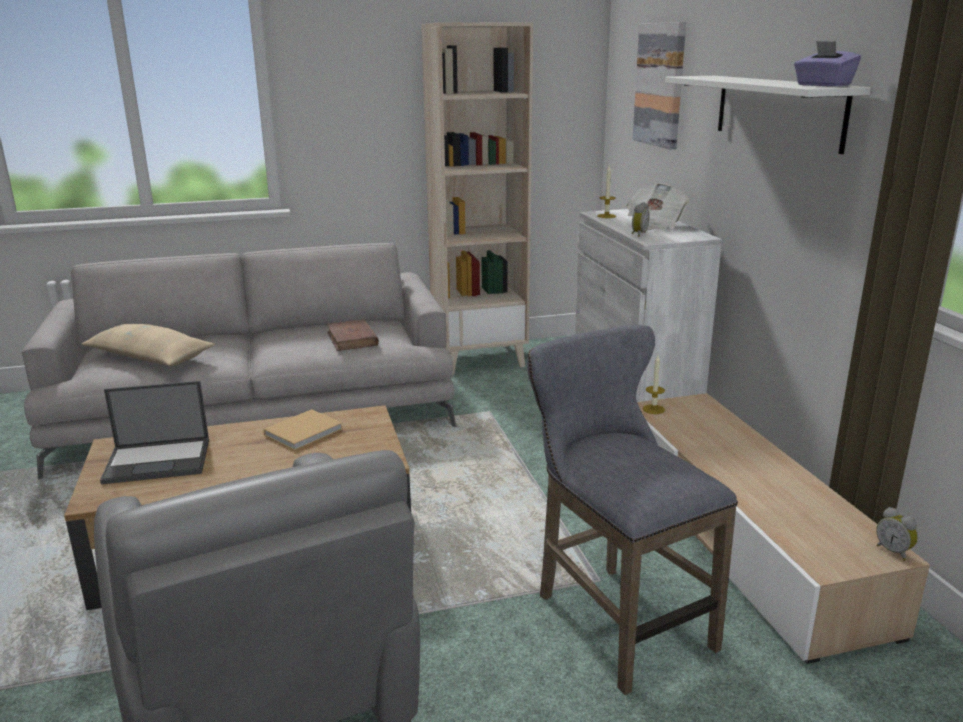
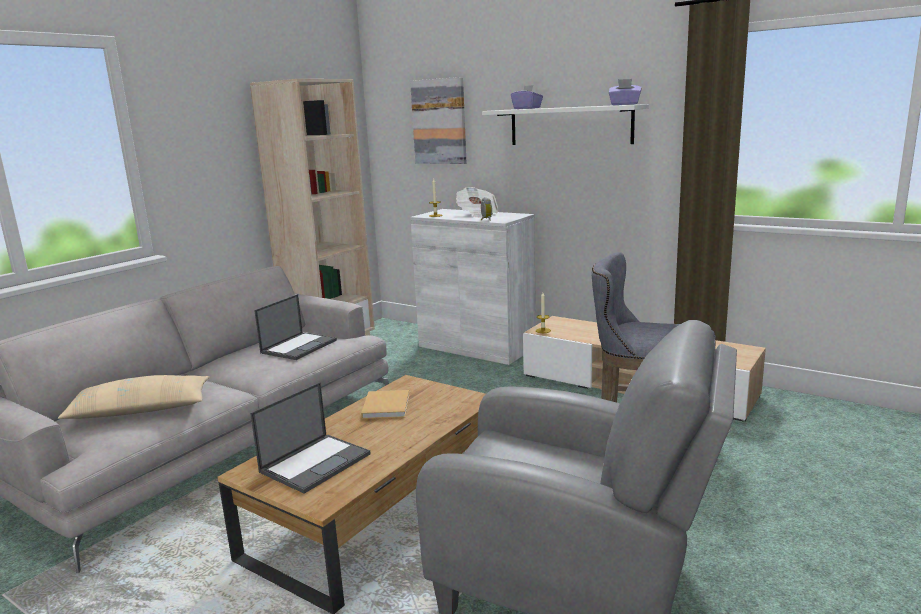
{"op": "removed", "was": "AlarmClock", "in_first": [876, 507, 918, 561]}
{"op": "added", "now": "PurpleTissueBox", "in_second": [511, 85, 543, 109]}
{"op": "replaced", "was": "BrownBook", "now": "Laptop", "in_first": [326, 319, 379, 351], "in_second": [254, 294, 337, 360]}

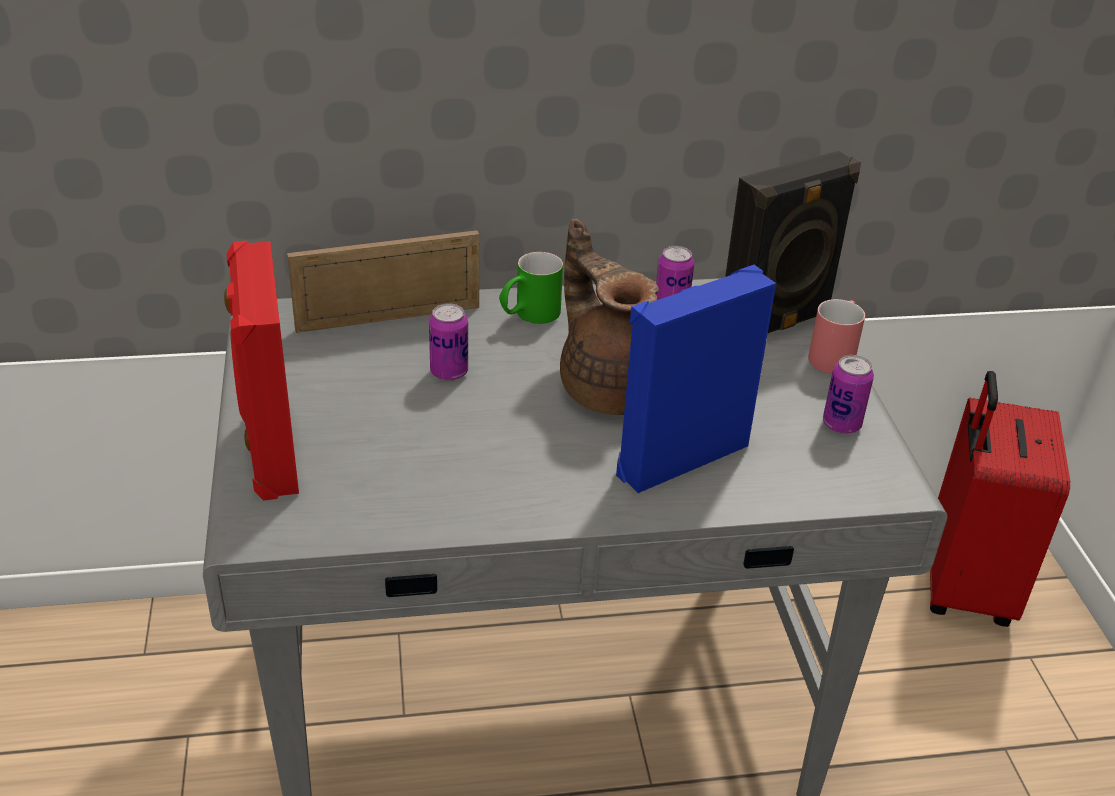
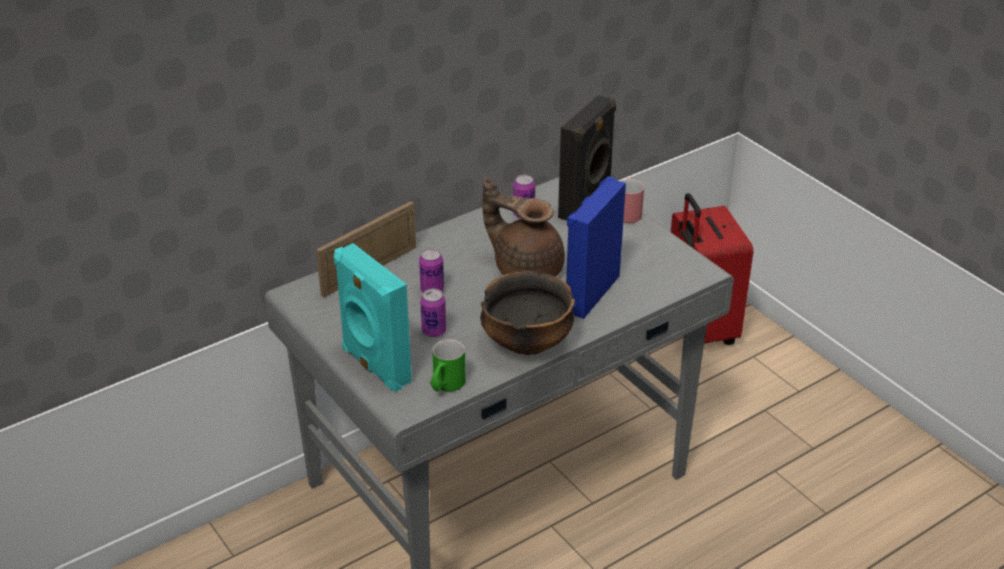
{"op": "added", "now": "Bowl", "in_second": [480, 271, 575, 355]}
{"op": "moved", "was": "GreenMug", "in_first": [499, 252, 563, 324], "in_second": [430, 339, 466, 392]}
{"op": "moved", "was": "Can", "in_first": [823, 355, 874, 434], "in_second": [420, 289, 446, 337]}
{"op": "recoloured", "was": "RedSpeaker", "now": "TurquoiseSpeaker", "in_first": [224, 241, 299, 501], "in_second": [334, 243, 412, 392]}

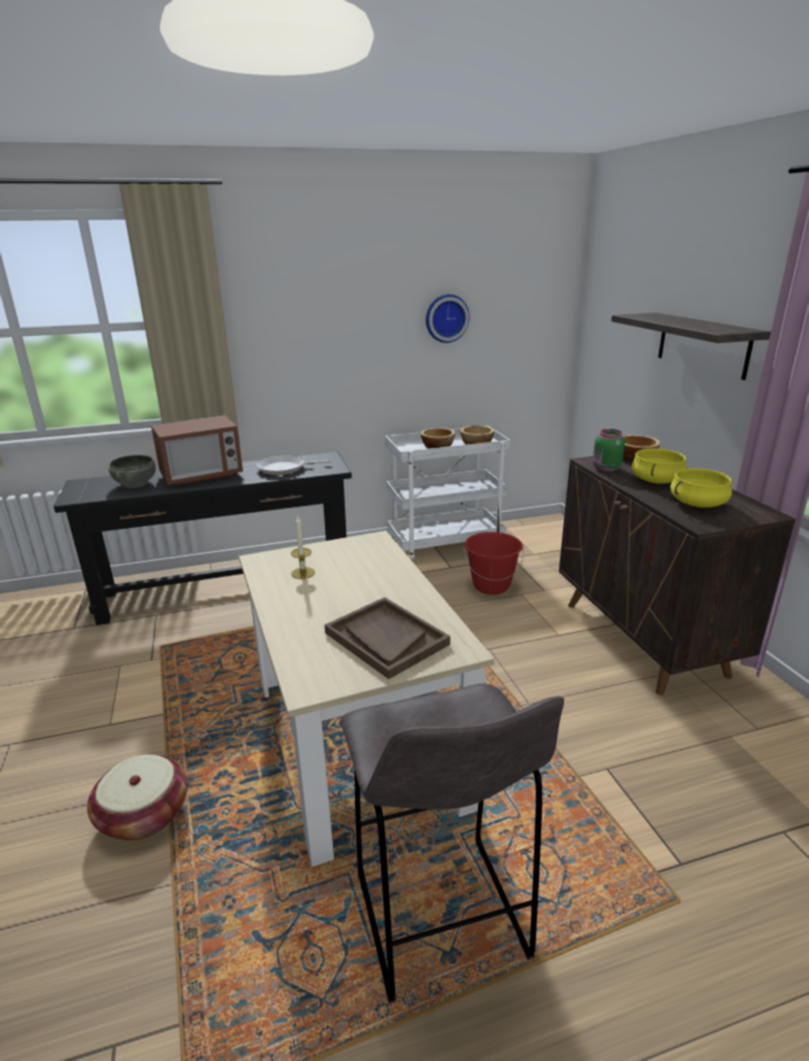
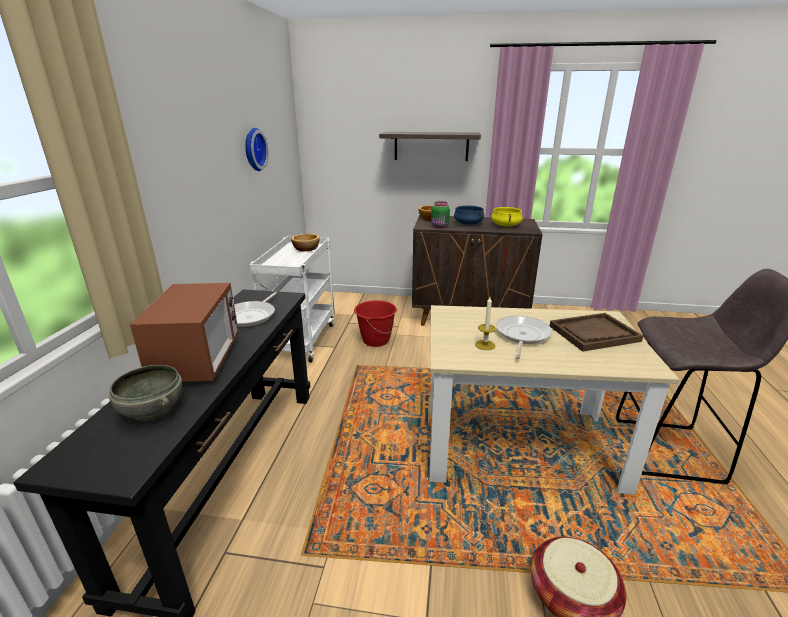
{"op": "removed", "was": "Bowl", "in_first": [421, 428, 455, 449]}
{"op": "added", "now": "FryingPan", "in_second": [496, 316, 552, 359]}
{"op": "recoloured", "was": "YellowCookingPot", "now": "BlueCookingPot", "in_first": [632, 448, 687, 484], "in_second": [454, 206, 484, 225]}

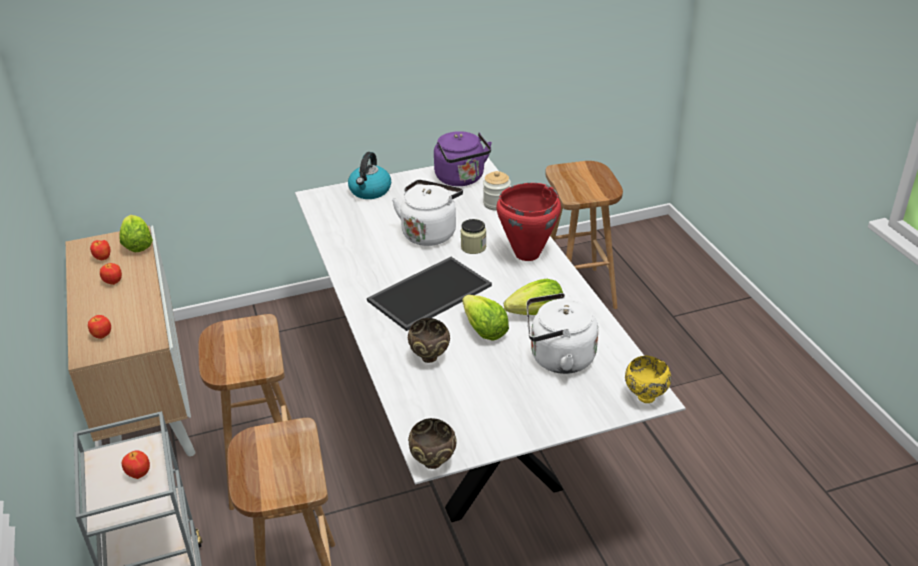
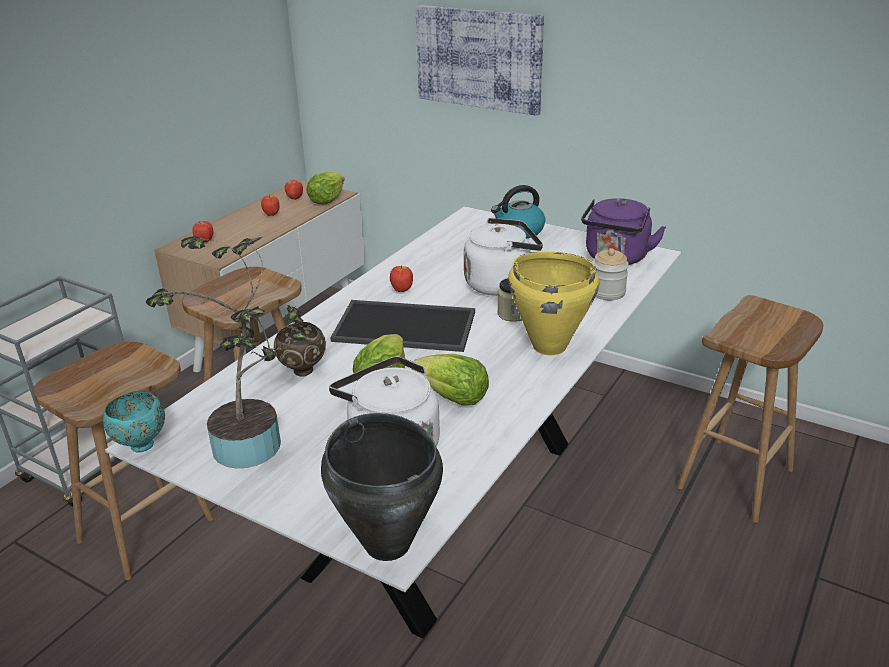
{"op": "added", "now": "PottedPlant", "in_second": [146, 236, 307, 468]}
{"op": "added", "now": "Picture", "in_second": [415, 5, 544, 116]}
{"op": "moved", "was": "Apple", "in_first": [122, 450, 150, 479], "in_second": [390, 265, 413, 292]}
{"op": "replaced", "was": "YellowBowl", "now": "BlackCookingPot", "in_first": [625, 356, 671, 403], "in_second": [321, 413, 443, 561]}
{"op": "recoloured", "was": "BrownBowl", "now": "TurquoiseBowl", "in_first": [408, 418, 456, 469], "in_second": [103, 391, 165, 452]}
{"op": "recoloured", "was": "RedCookingPot", "now": "YellowCookingPot", "in_first": [496, 183, 561, 261], "in_second": [508, 252, 599, 355]}

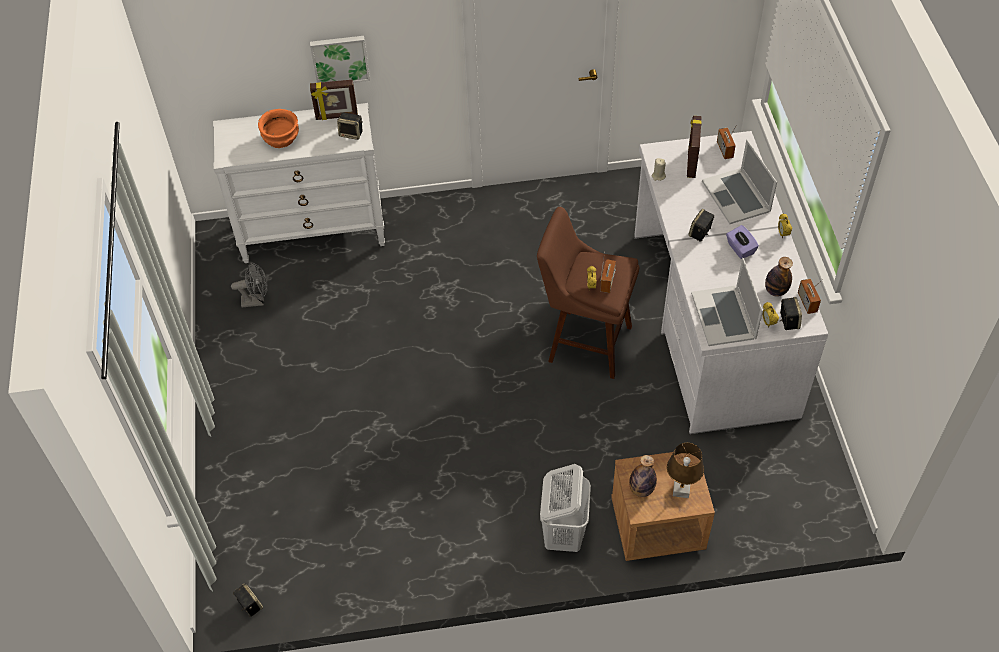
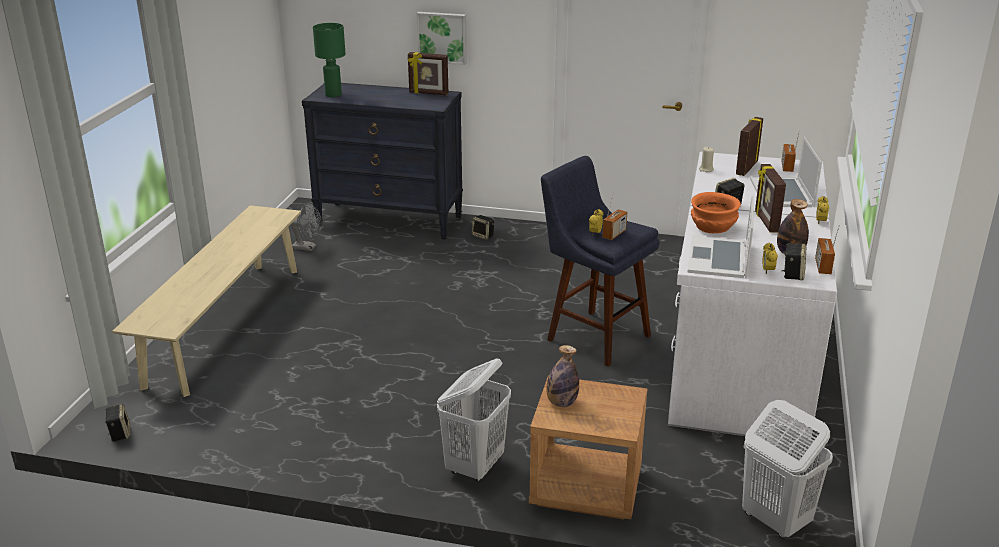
{"op": "removed", "was": "BrownTableLamp", "in_first": [667, 443, 704, 498]}
{"op": "added", "now": "BeigeBench", "in_second": [112, 205, 301, 397]}
{"op": "added", "now": "GreenTableLamp", "in_second": [313, 23, 345, 97]}
{"op": "added", "now": "WhiteLaundryBasket", "in_second": [742, 400, 833, 539]}
{"op": "moved", "was": "OrangeBowl", "in_first": [258, 109, 299, 148], "in_second": [691, 192, 741, 233]}
{"op": "moved", "was": "Speaker", "in_first": [337, 113, 363, 140], "in_second": [472, 215, 494, 240]}
{"op": "replaced", "was": "PurpleTissueBox", "now": "PictureFrame", "in_first": [726, 225, 759, 259], "in_second": [755, 164, 786, 233]}
{"op": "recoloured", "was": "WhiteDresser", "now": "BlackDresser", "in_first": [213, 103, 385, 263], "in_second": [302, 83, 463, 240]}
{"op": "recoloured", "was": "BrownStool", "now": "BlueStool", "in_first": [537, 207, 639, 379], "in_second": [541, 156, 659, 367]}

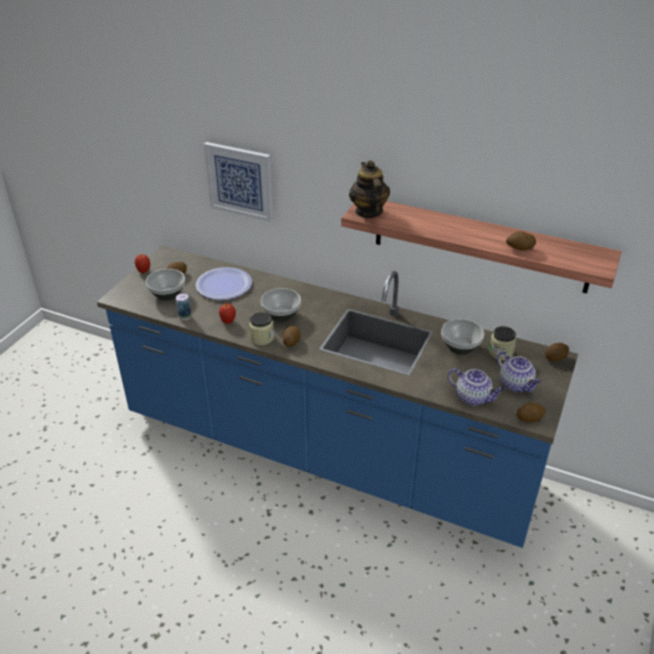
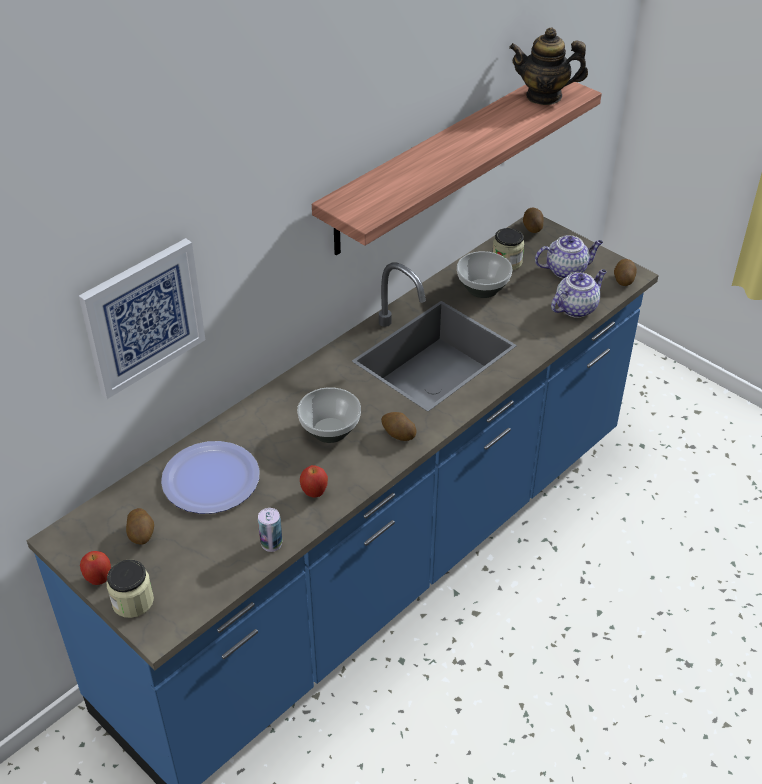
{"op": "removed", "was": "Bowl", "in_first": [146, 269, 185, 301]}
{"op": "removed", "was": "Potato", "in_first": [506, 231, 536, 250]}
{"op": "moved", "was": "Jar", "in_first": [249, 312, 274, 345], "in_second": [107, 560, 154, 618]}
{"op": "moved", "was": "Teapot", "in_first": [349, 160, 390, 218], "in_second": [509, 28, 588, 105]}

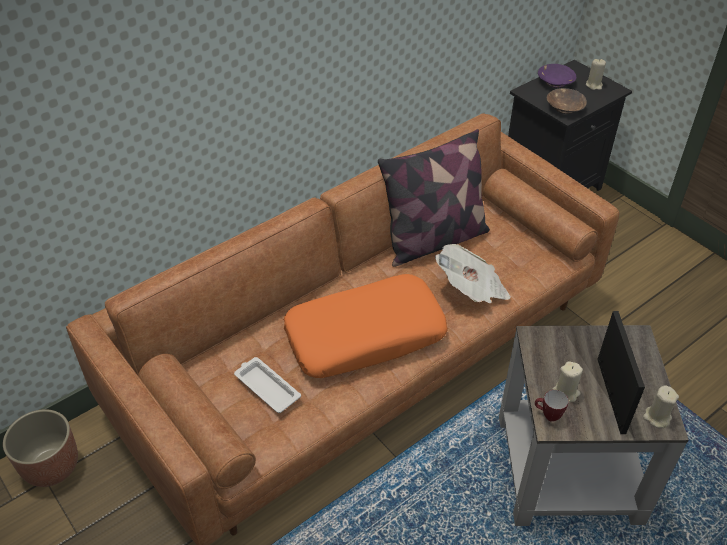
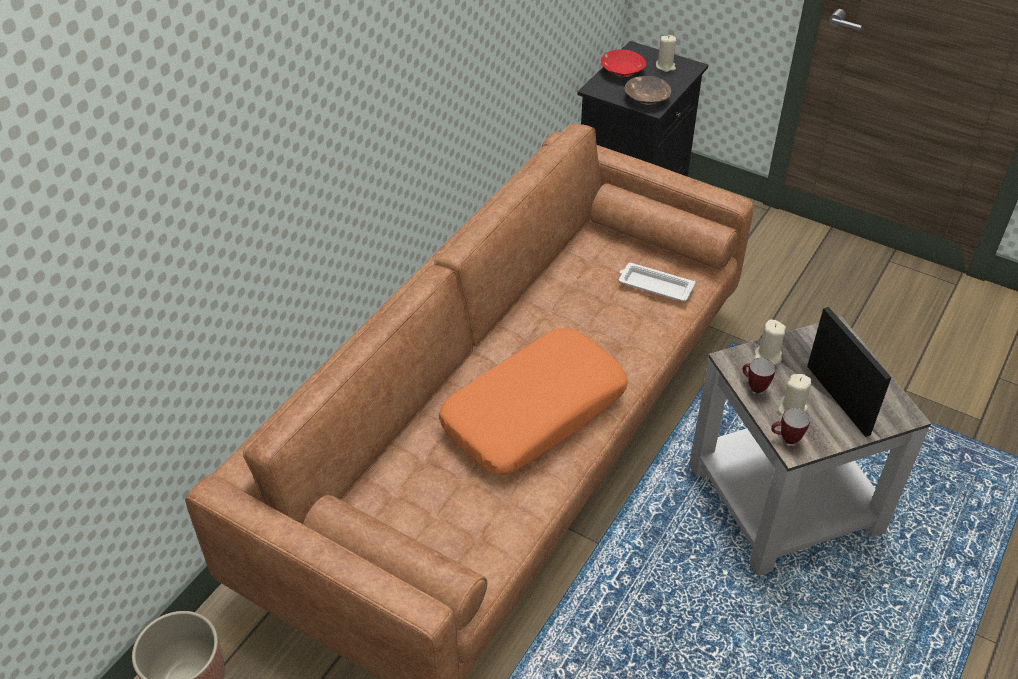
{"op": "removed", "was": "Pillow", "in_first": [378, 129, 490, 267]}
{"op": "removed", "was": "Newspaper", "in_first": [435, 244, 511, 303]}
{"op": "added", "now": "Mug", "in_second": [743, 358, 776, 393]}
{"op": "moved", "was": "WhiteTray", "in_first": [234, 357, 301, 413], "in_second": [619, 263, 695, 301]}
{"op": "moved", "was": "BeigeCandle", "in_first": [643, 385, 679, 428], "in_second": [754, 320, 786, 365]}
{"op": "recoloured", "was": "PurpleBowl", "now": "RedBowl", "in_first": [538, 64, 576, 88], "in_second": [601, 49, 646, 78]}

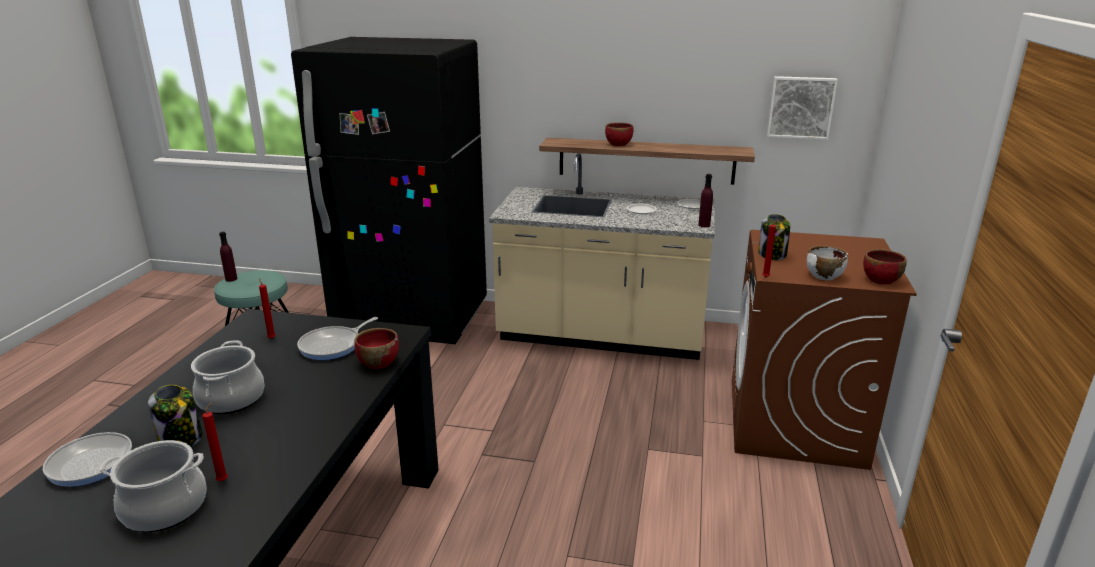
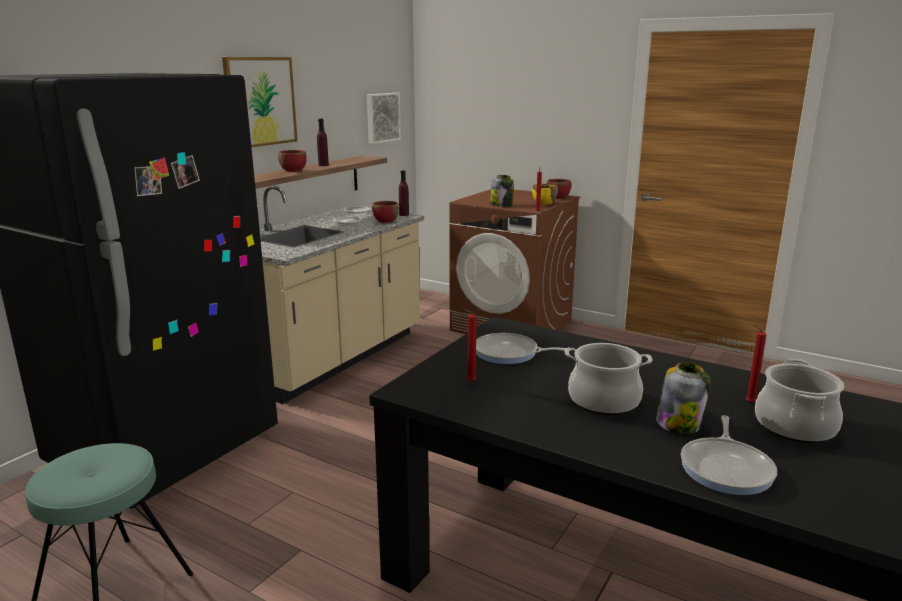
{"op": "added", "now": "Picture", "in_second": [222, 57, 298, 147]}
{"op": "moved", "was": "PurpleBottle", "in_first": [219, 232, 237, 282], "in_second": [317, 119, 329, 166]}
{"op": "moved", "was": "RedBowl", "in_first": [355, 328, 399, 369], "in_second": [372, 201, 399, 223]}
{"op": "recoloured", "was": "WhiteBowl", "now": "YellowBowl", "in_first": [807, 245, 848, 280], "in_second": [532, 184, 558, 204]}
{"op": "turned", "was": "FryingPan", "in_first": [297, 317, 378, 360], "in_second": [476, 333, 567, 365], "clockwise": 135}

